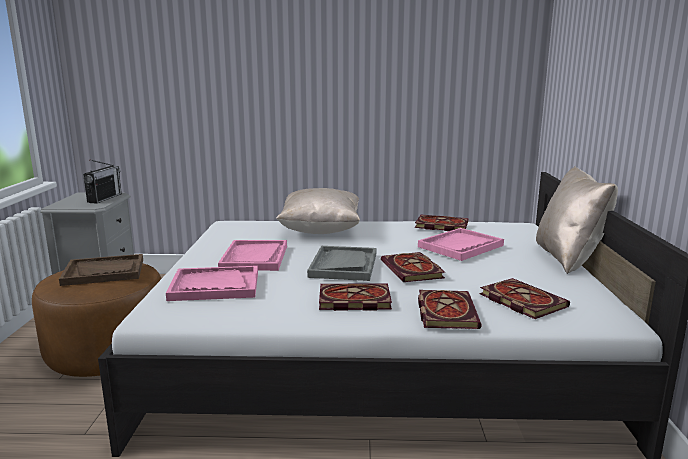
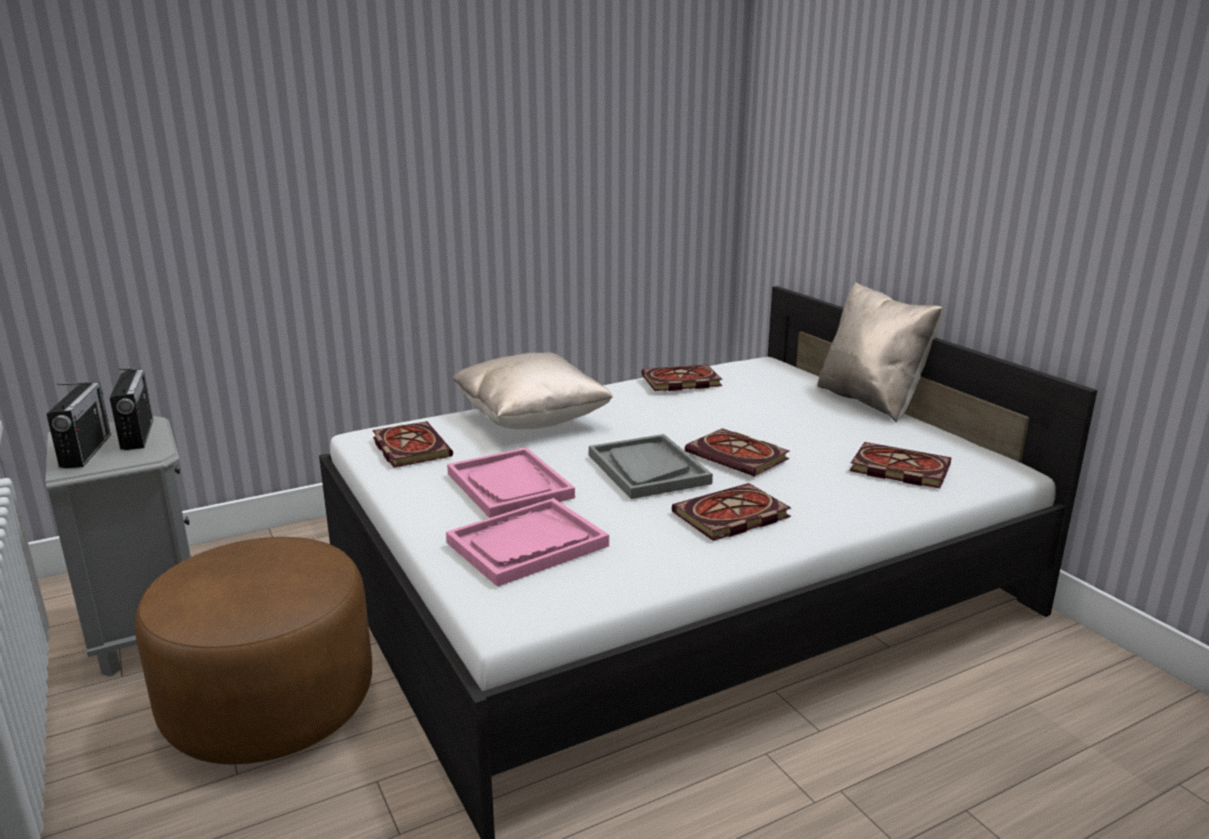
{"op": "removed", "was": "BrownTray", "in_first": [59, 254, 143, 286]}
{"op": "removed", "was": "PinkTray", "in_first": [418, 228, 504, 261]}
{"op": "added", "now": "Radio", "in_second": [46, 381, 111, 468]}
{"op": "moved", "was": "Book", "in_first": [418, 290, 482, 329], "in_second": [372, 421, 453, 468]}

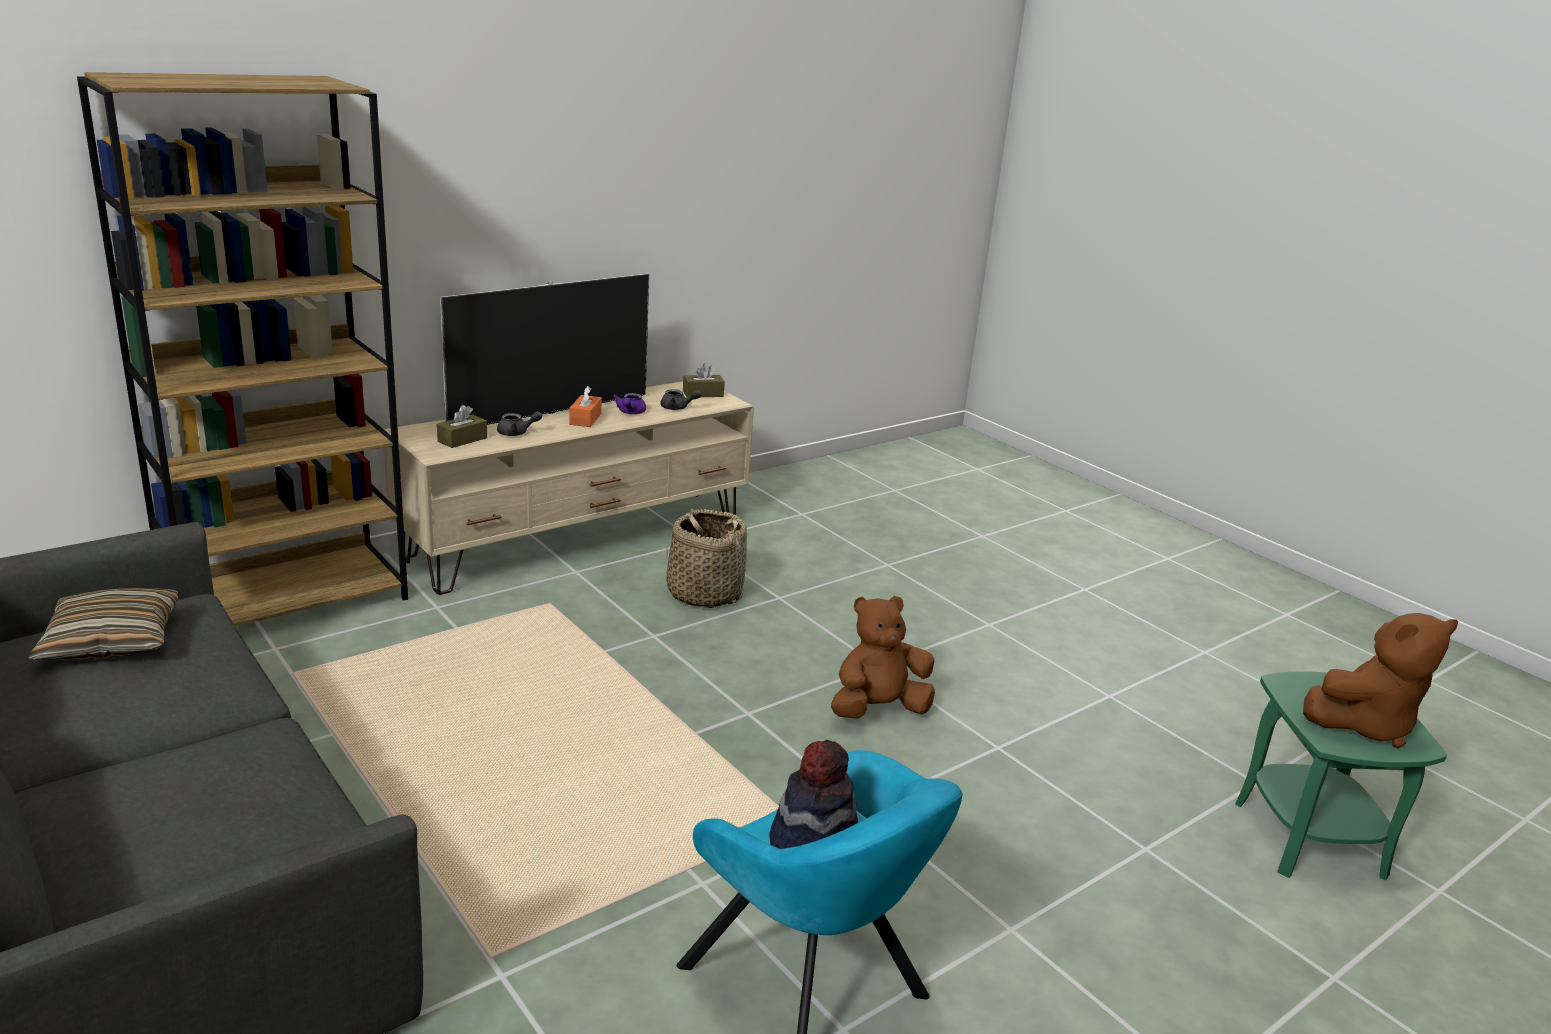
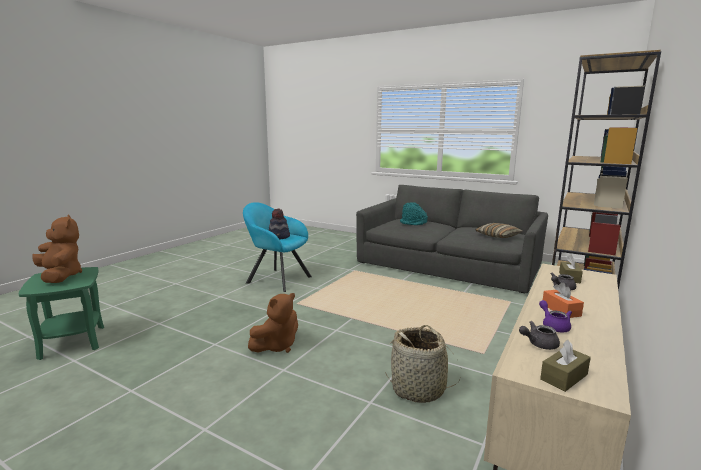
{"op": "removed", "was": "Television", "in_first": [440, 274, 649, 425]}
{"op": "added", "now": "TurquoiseHat", "in_second": [400, 202, 428, 225]}
{"op": "turned", "was": "BrownPlushToy", "in_first": [1303, 613, 1458, 748], "in_second": [32, 215, 82, 283], "clockwise": 90}

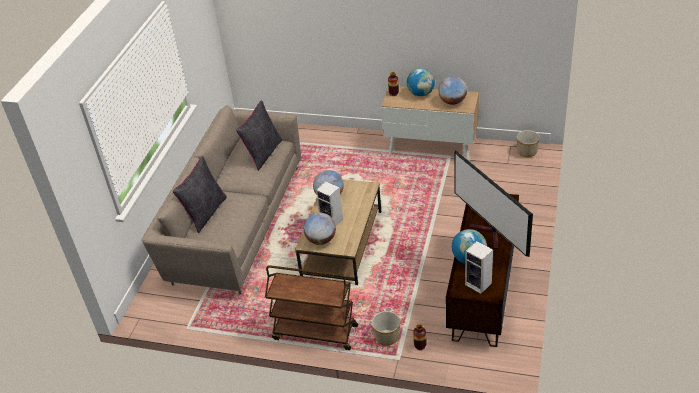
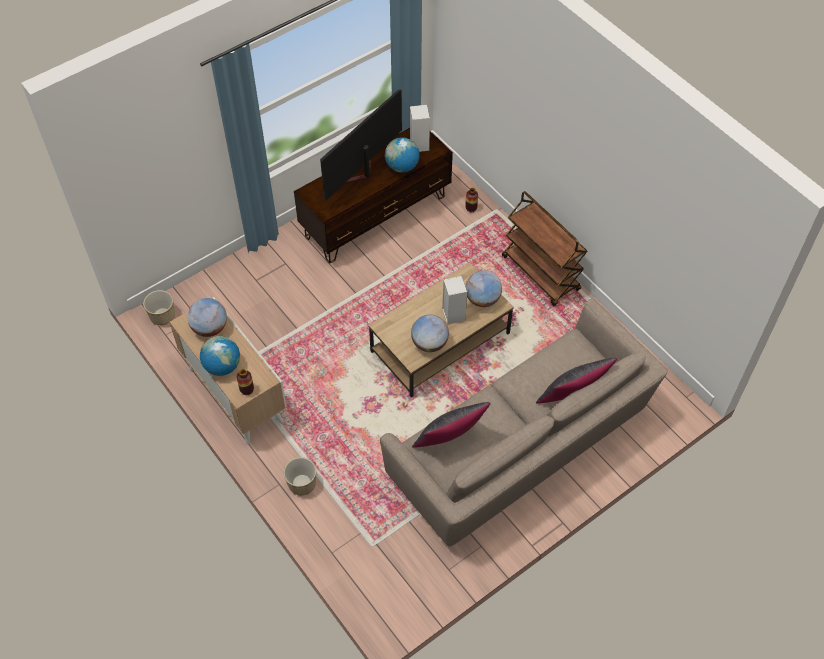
{"op": "moved", "was": "Planter", "in_first": [372, 311, 400, 346], "in_second": [284, 457, 316, 495]}
{"op": "turned", "was": "Television", "in_first": [454, 151, 533, 257], "in_second": [320, 89, 402, 201], "clockwise": -150}

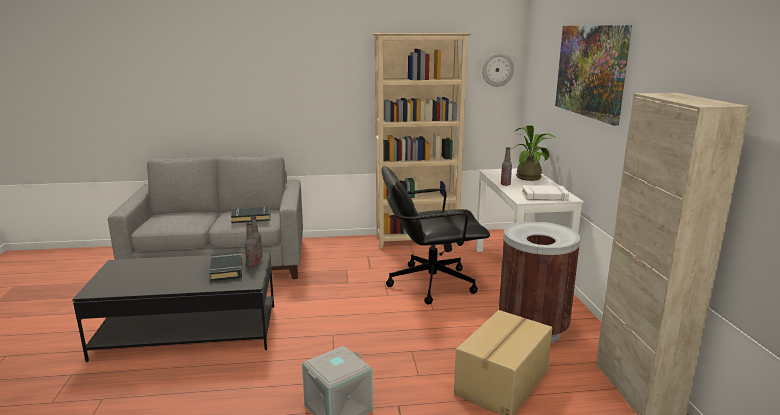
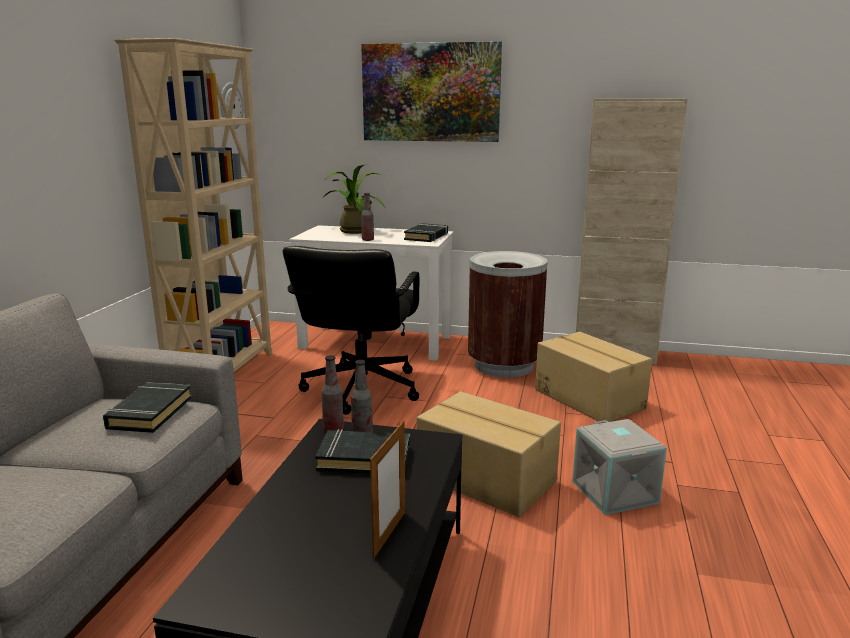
{"op": "added", "now": "PictureFrame", "in_second": [370, 421, 405, 558]}
{"op": "added", "now": "CardboardBox", "in_second": [417, 391, 561, 517]}
{"op": "recoloured", "was": "WhiteBook", "now": "BlackBook", "in_first": [522, 185, 569, 201], "in_second": [404, 223, 448, 242]}

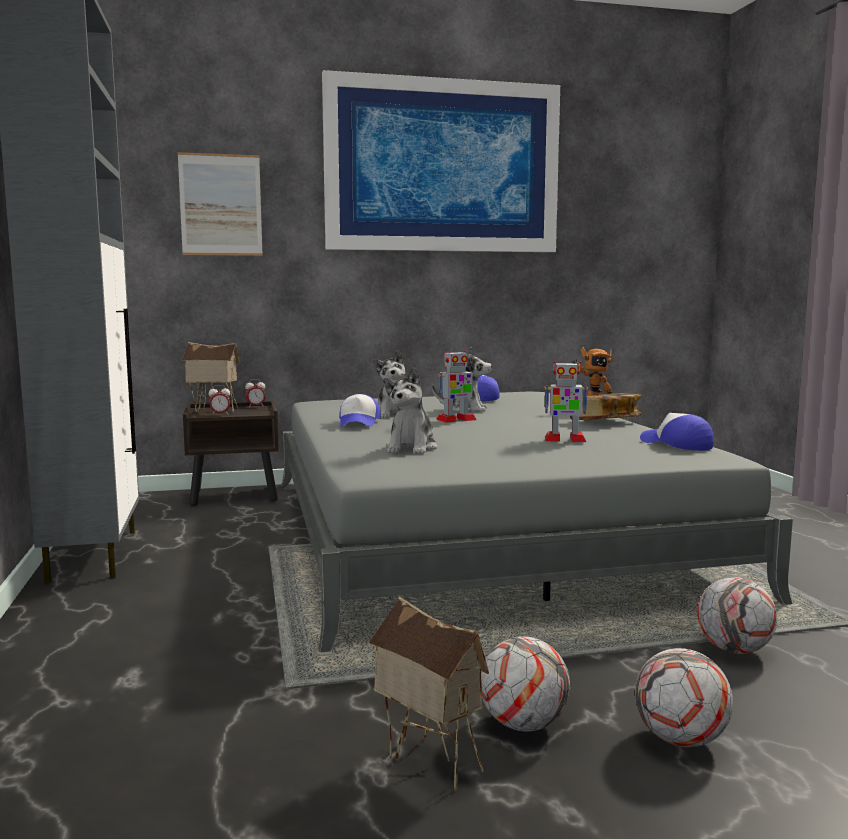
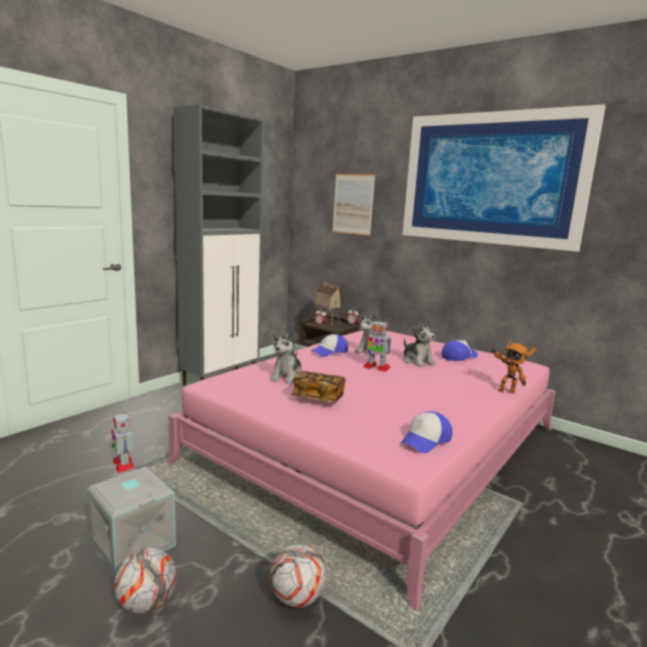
{"op": "removed", "was": "ToyHouse", "in_first": [369, 596, 489, 791]}
{"op": "moved", "was": "ToyRobot", "in_first": [544, 361, 588, 442], "in_second": [111, 412, 134, 473]}
{"op": "moved", "was": "Book", "in_first": [570, 393, 641, 420], "in_second": [291, 371, 345, 403]}
{"op": "replaced", "was": "Football", "now": "GreyStorageBox", "in_first": [481, 636, 570, 731], "in_second": [87, 467, 176, 575]}
{"op": "recoloured", "was": "GreyBed", "now": "PinkBed", "in_first": [281, 392, 793, 652], "in_second": [167, 330, 556, 611]}
{"op": "turned", "was": "PlushToy", "in_first": [383, 367, 437, 454], "in_second": [270, 330, 302, 384], "clockwise": -45}
{"op": "turned", "was": "Cap", "in_first": [640, 413, 714, 451], "in_second": [400, 411, 452, 453], "clockwise": -150}

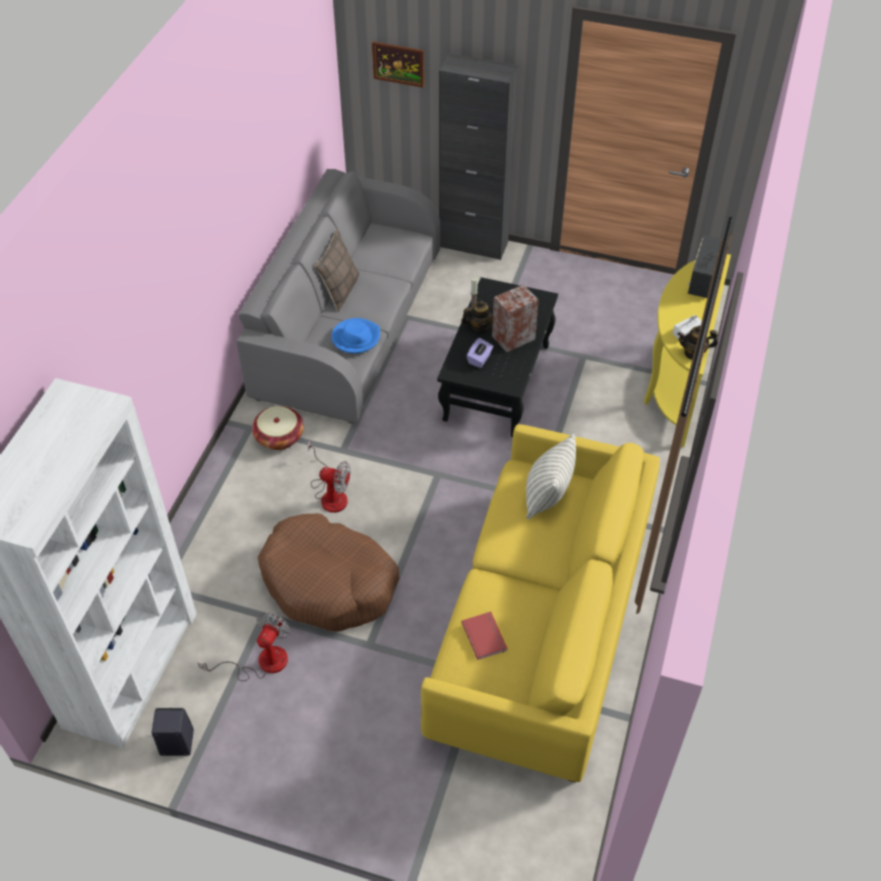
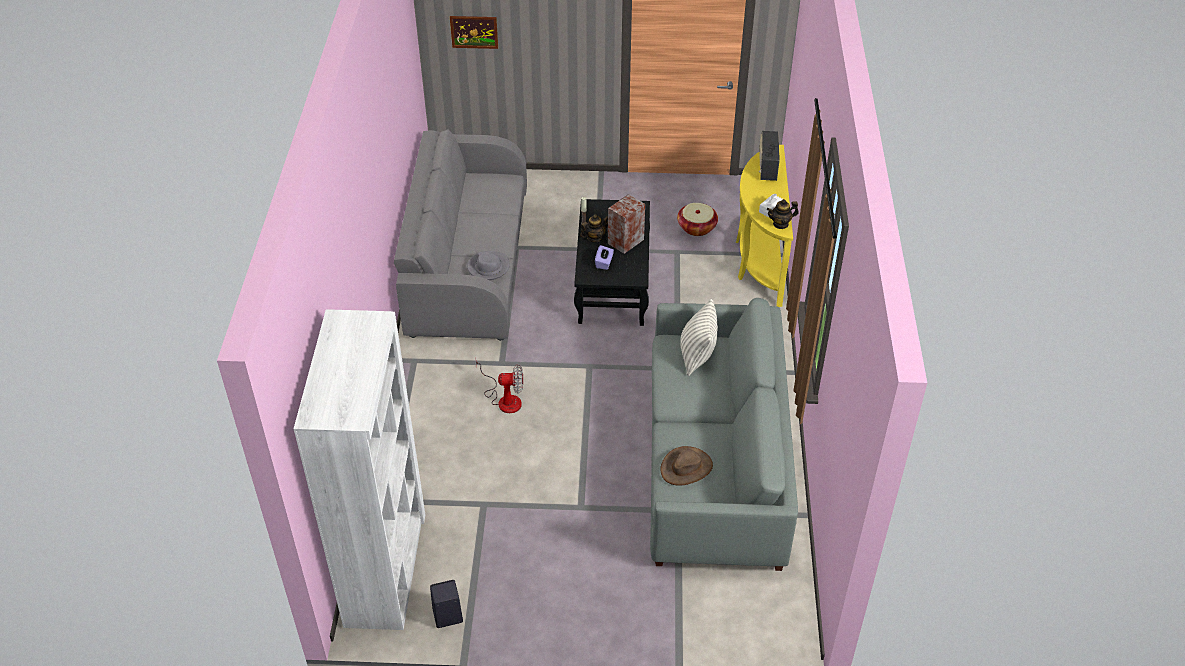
{"op": "removed", "was": "Fan", "in_first": [197, 613, 291, 681]}
{"op": "removed", "was": "BrownDogBed", "in_first": [258, 514, 399, 632]}
{"op": "removed", "was": "Pillow", "in_first": [314, 229, 360, 312]}
{"op": "removed", "was": "BlackCabinet", "in_first": [439, 53, 518, 260]}
{"op": "moved", "was": "Basket", "in_first": [252, 406, 304, 450], "in_second": [677, 203, 718, 236]}
{"op": "replaced", "was": "RedBook", "now": "BrownHat", "in_first": [461, 612, 507, 660], "in_second": [660, 446, 713, 486]}
{"op": "recoloured", "was": "BlueHat", "now": "GreyHat", "in_first": [331, 318, 380, 353], "in_second": [467, 251, 510, 280]}
{"op": "recoloured", "was": "YellowSofa", "now": "GreySofa", "in_first": [421, 424, 660, 783], "in_second": [650, 298, 798, 571]}

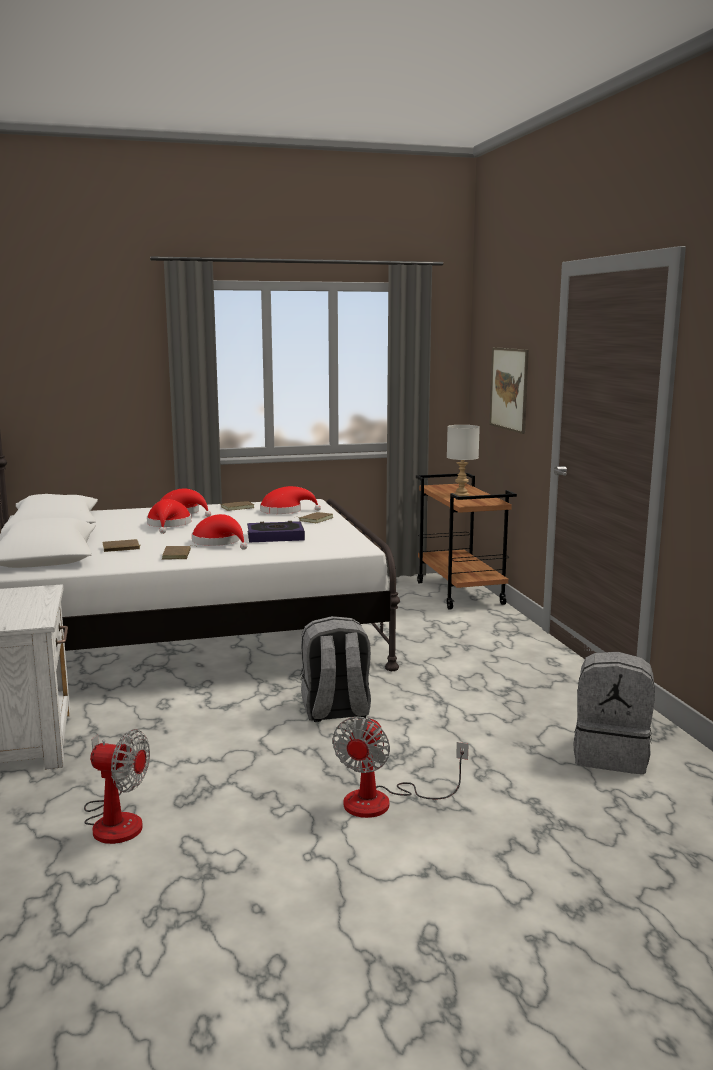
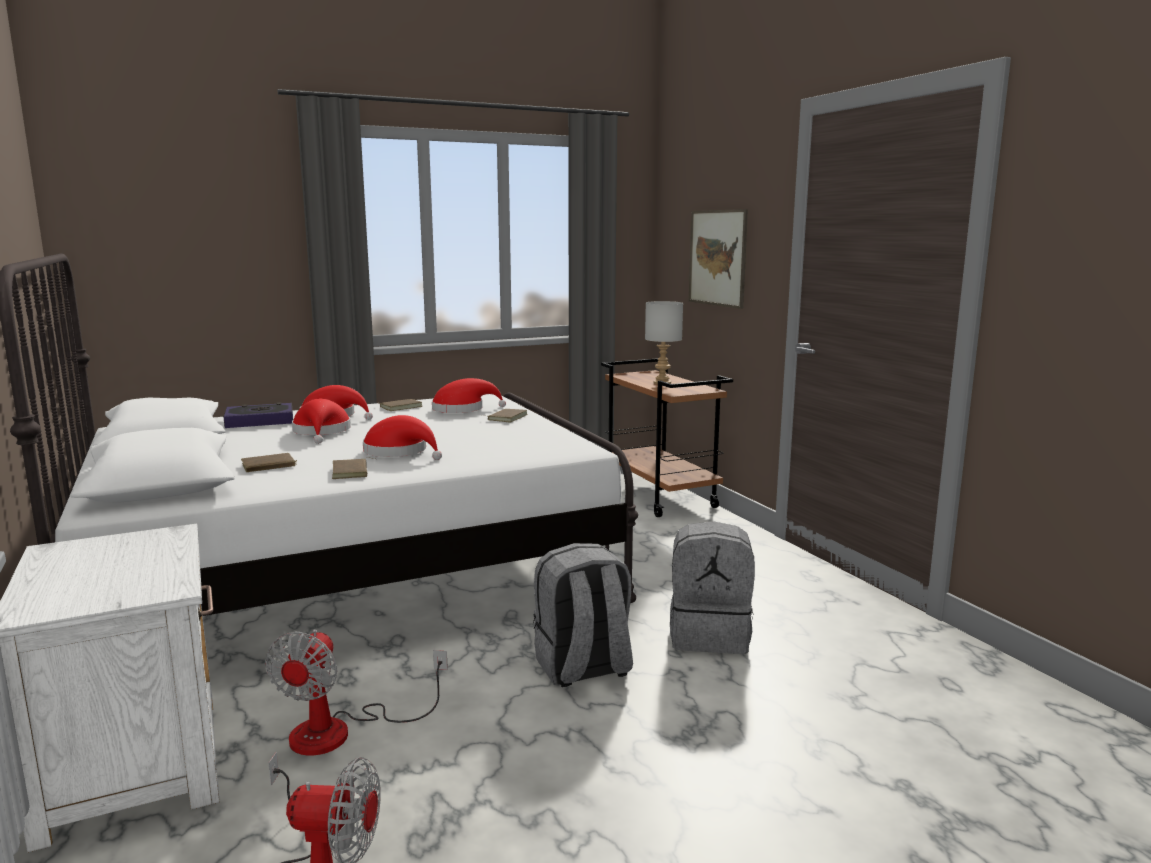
{"op": "moved", "was": "Book", "in_first": [247, 521, 305, 542], "in_second": [223, 402, 293, 428]}
{"op": "moved", "was": "Fan", "in_first": [332, 716, 469, 818], "in_second": [265, 629, 448, 756]}
{"op": "moved", "was": "GreyBackpack", "in_first": [573, 652, 655, 774], "in_second": [670, 521, 755, 654]}

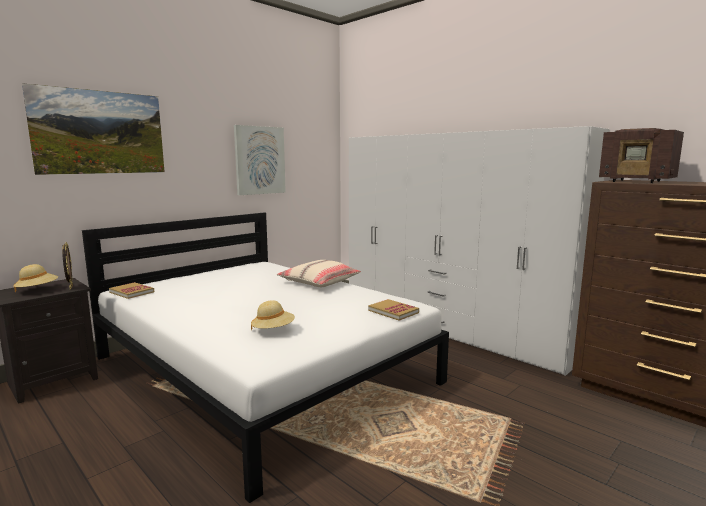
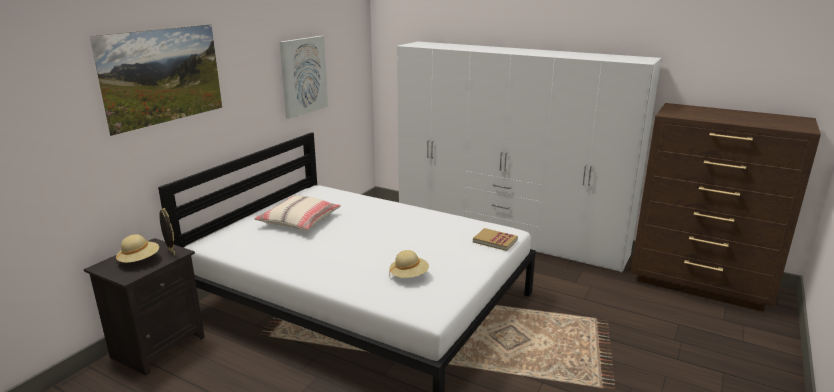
{"op": "removed", "was": "Book", "in_first": [109, 282, 154, 299]}
{"op": "removed", "was": "Radio", "in_first": [599, 128, 684, 183]}
{"op": "moved", "was": "BeigePillow", "in_first": [277, 260, 361, 287], "in_second": [254, 196, 341, 230]}

